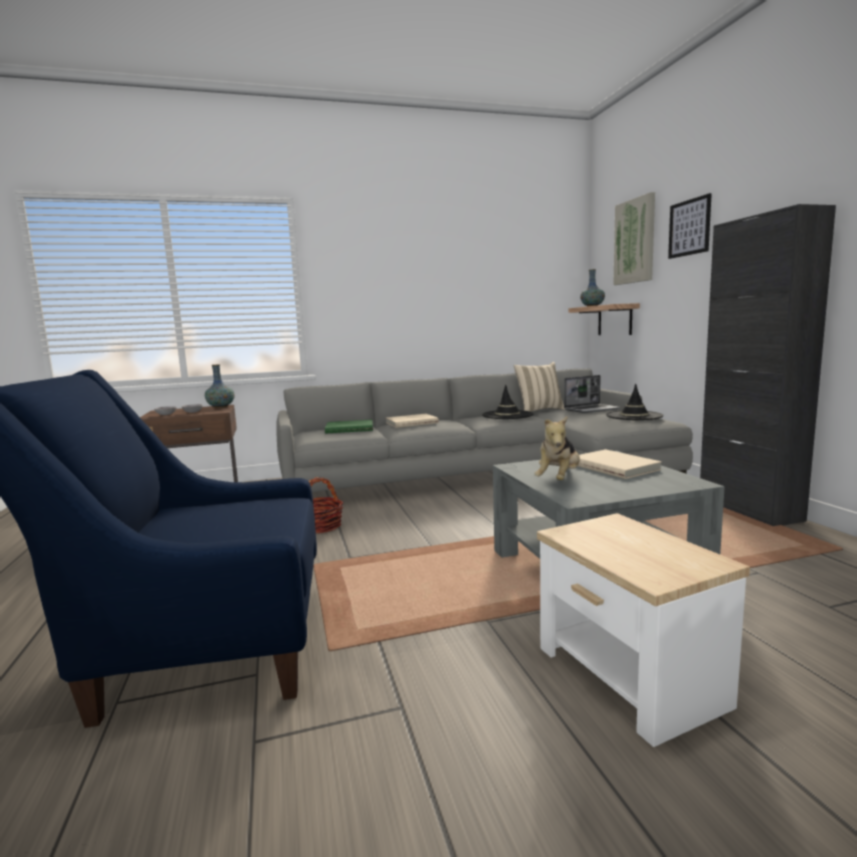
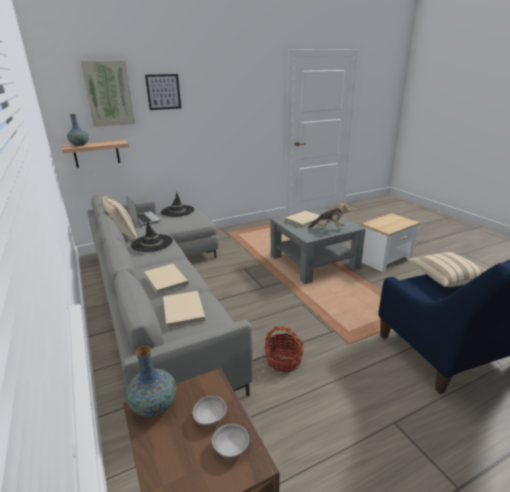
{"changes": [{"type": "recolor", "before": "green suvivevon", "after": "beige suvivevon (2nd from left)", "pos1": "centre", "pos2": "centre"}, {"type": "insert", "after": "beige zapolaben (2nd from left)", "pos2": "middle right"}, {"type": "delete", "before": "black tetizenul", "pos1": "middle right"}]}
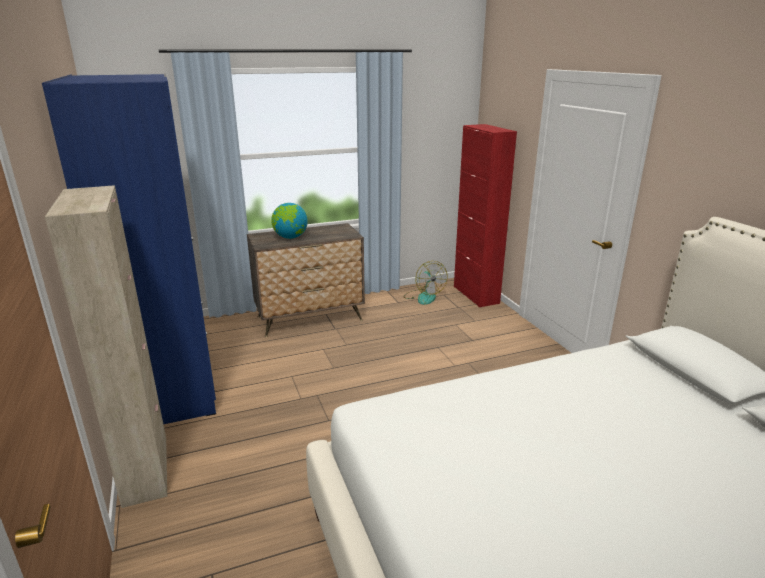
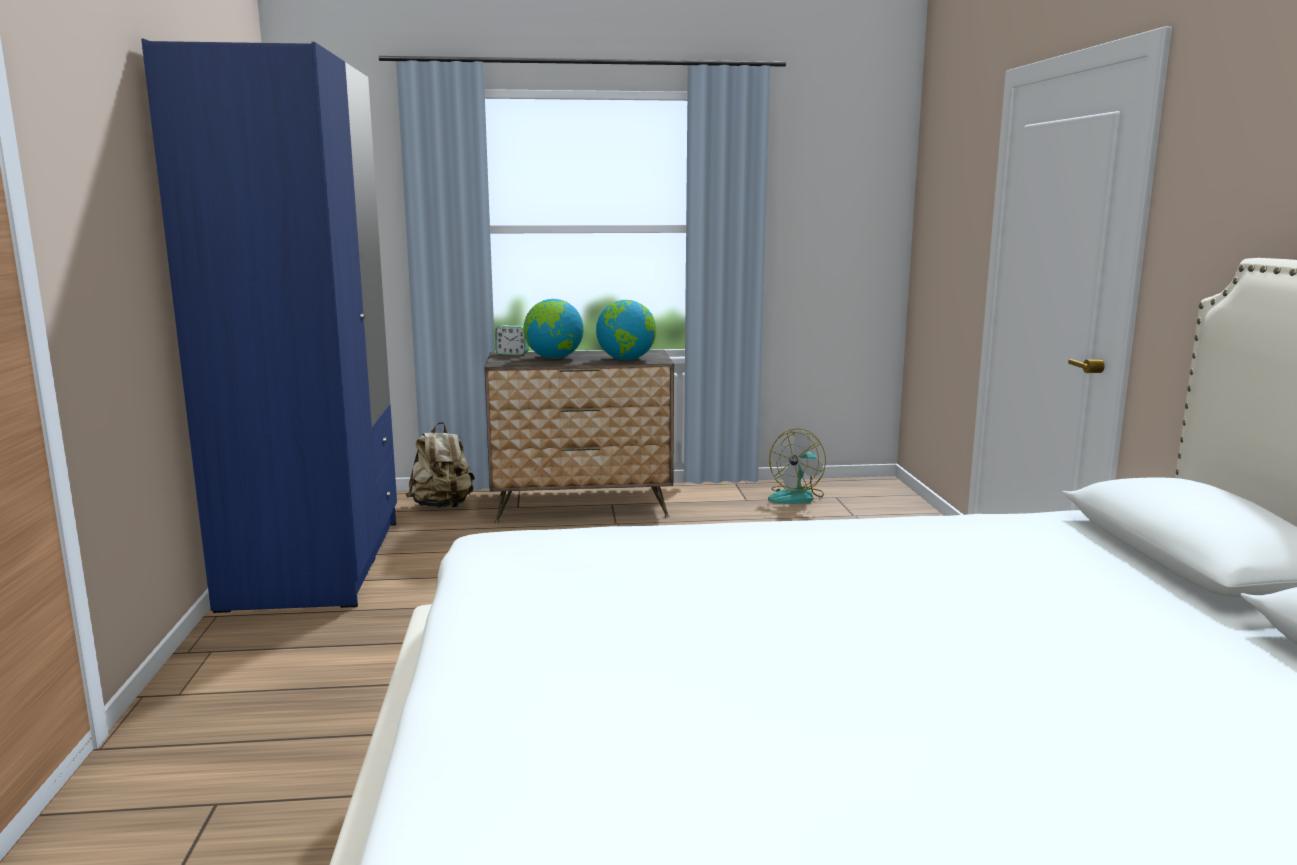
{"changes": [{"type": "insert", "after": "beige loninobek", "pos2": "centre"}, {"type": "insert", "after": "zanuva", "pos2": "centre"}, {"type": "insert", "after": "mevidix (2nd from left)", "pos2": "centre"}, {"type": "rotate", "before": "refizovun", "pos1": "centre", "pos2": "centre", "turn": 45}, {"type": "delete", "before": "beige tetizenul", "pos1": "middle left"}, {"type": "delete", "before": "red tetizenul", "pos1": "centre"}]}
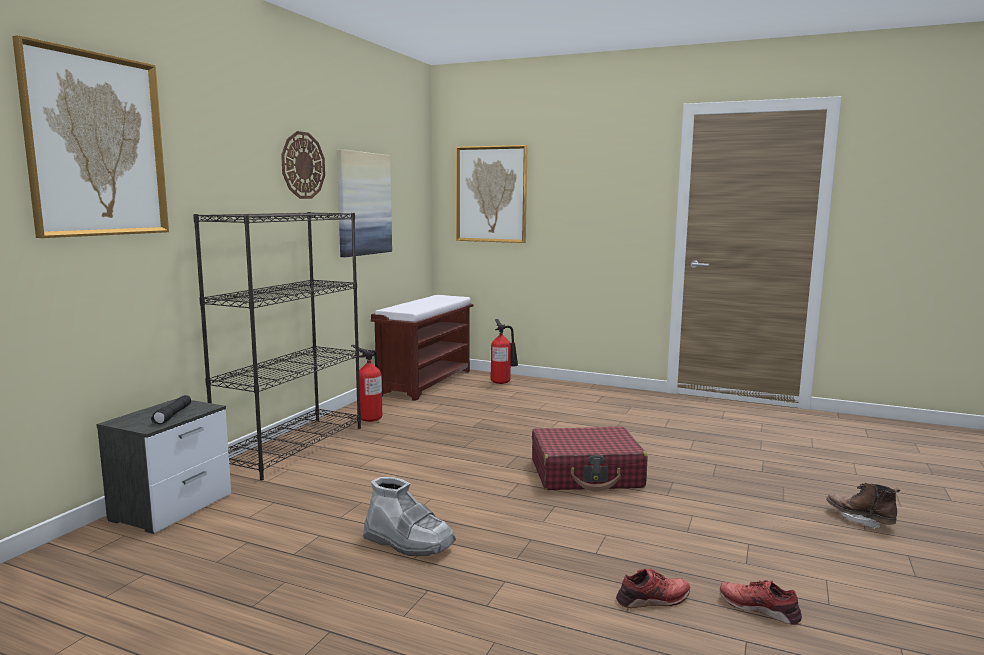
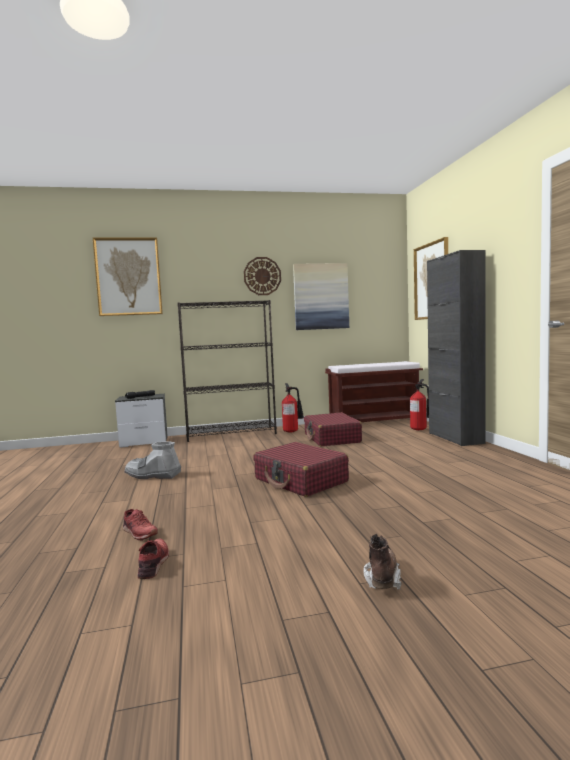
{"changes": [{"type": "rotate", "before": "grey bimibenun", "pos1": "bottom centre", "pos2": "middle left", "turn": 105}, {"type": "insert", "after": "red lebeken (2nd from left)", "pos2": "centre"}, {"type": "insert", "after": "black tetizenul", "pos2": "middle right"}]}
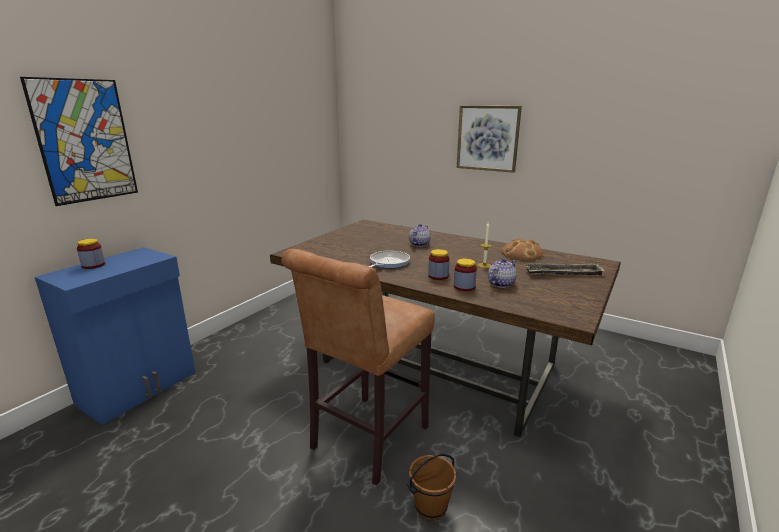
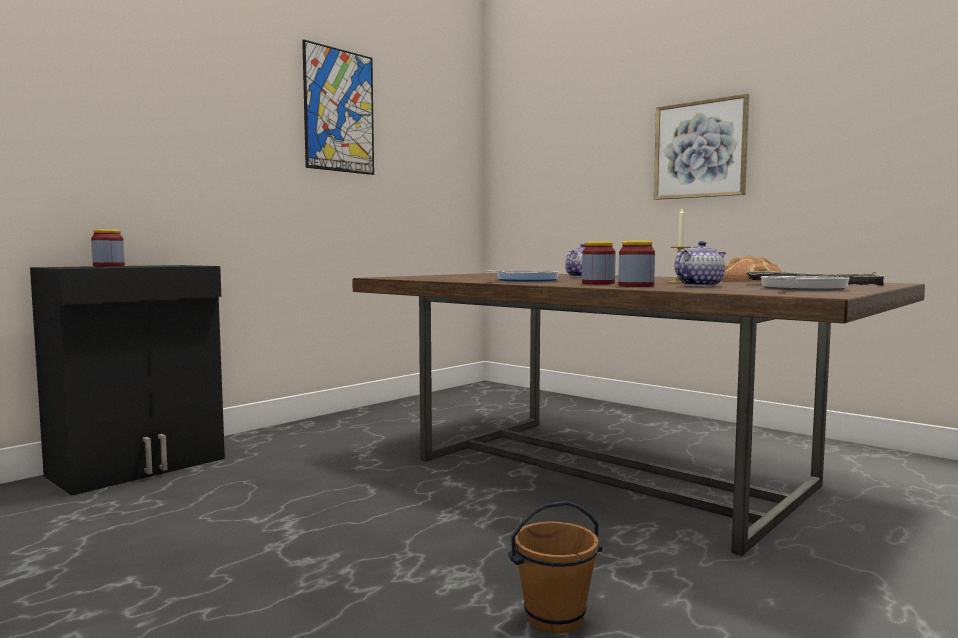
{"changes": [{"type": "recolor", "before": "blue tetizenul", "after": "black tetizenul", "pos1": "middle left", "pos2": "middle left"}, {"type": "move", "before": "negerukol (1st from left)", "pos1": "top left", "pos2": "top centre"}, {"type": "insert", "after": "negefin (2nd from left)", "pos2": "middle right"}, {"type": "delete", "before": "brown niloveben", "pos1": "bottom centre"}]}
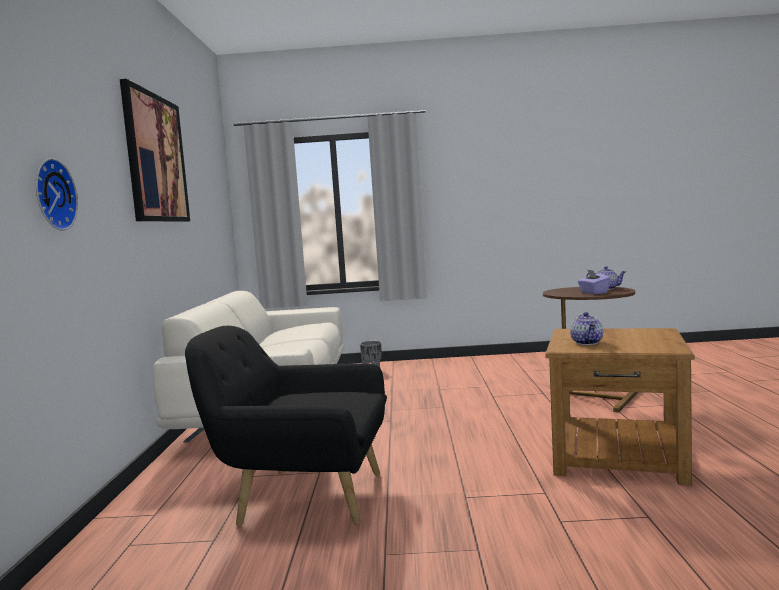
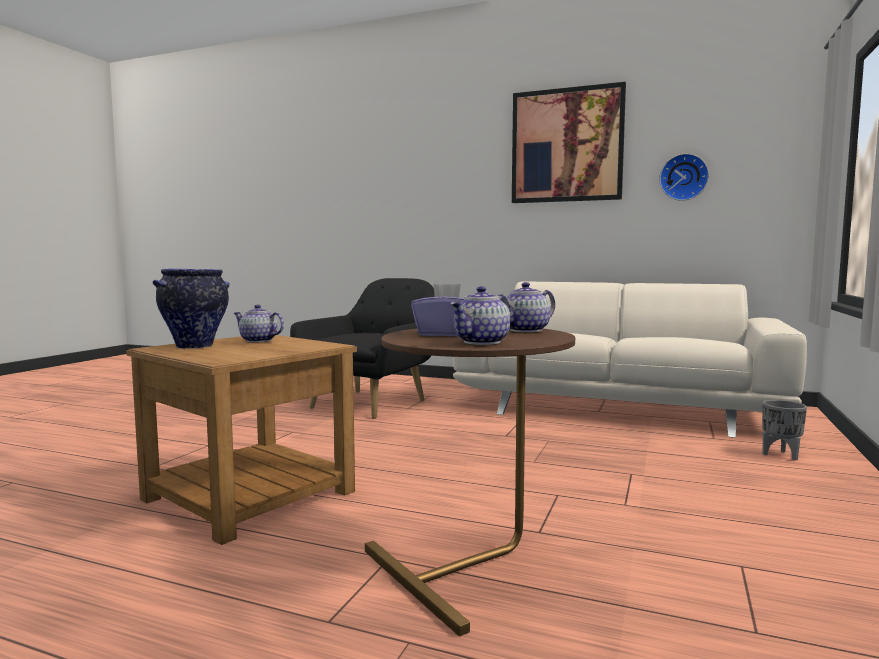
{"changes": [{"type": "insert", "after": "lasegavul", "pos2": "middle left"}, {"type": "insert", "after": "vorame (3rd from left)", "pos2": "centre"}, {"type": "move", "before": "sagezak", "pos1": "top left", "pos2": "top right"}]}
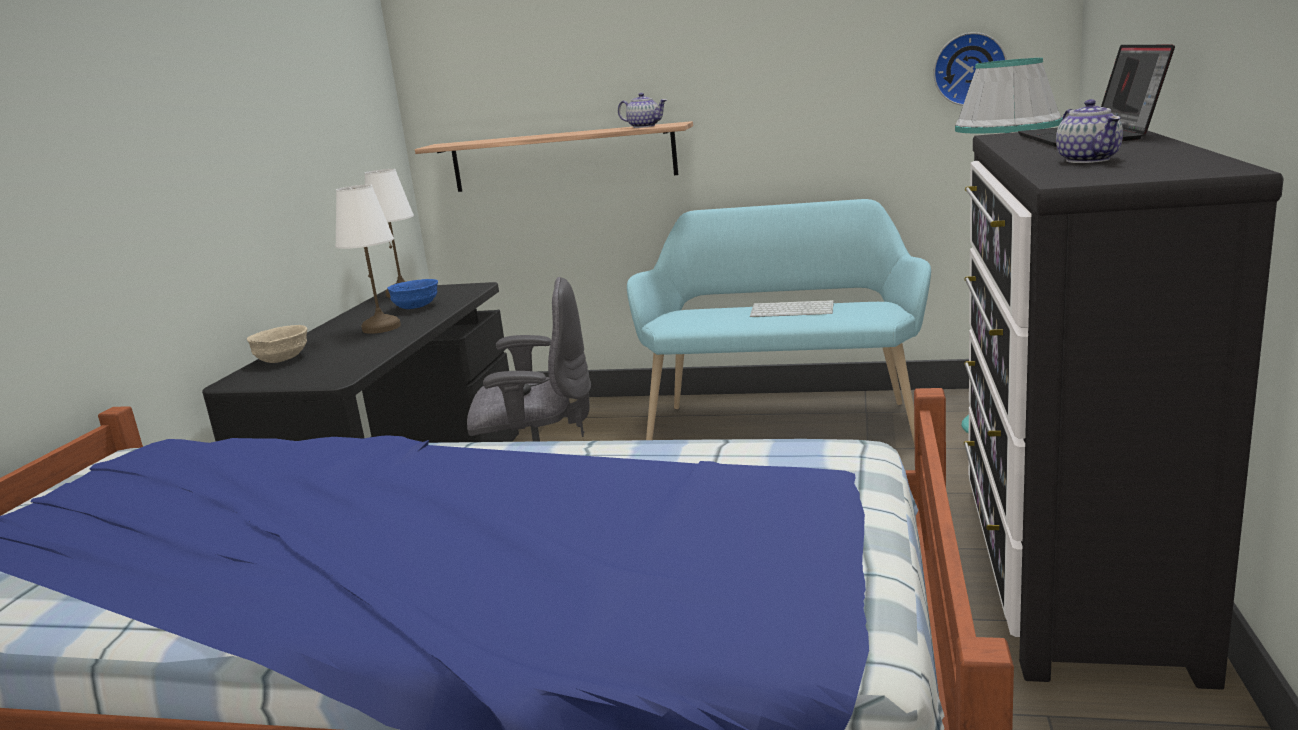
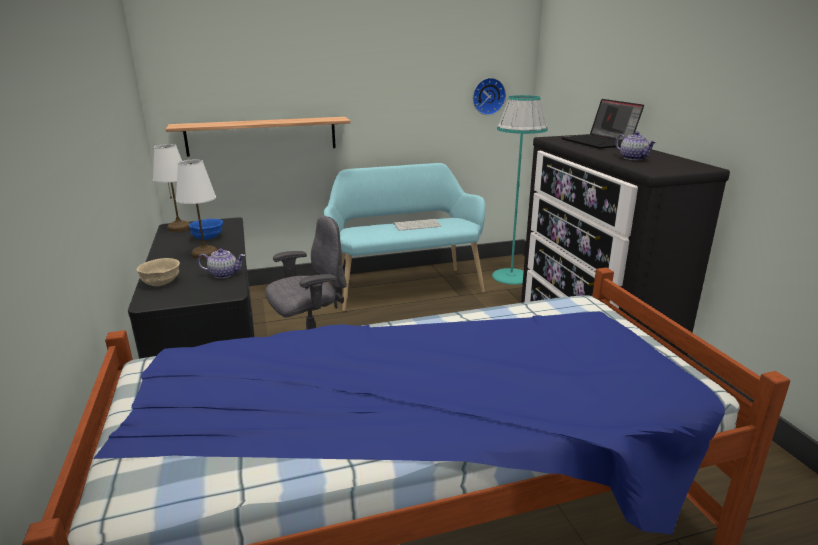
{"changes": [{"type": "move", "before": "vorame (1st from left)", "pos1": "top centre", "pos2": "middle left"}]}
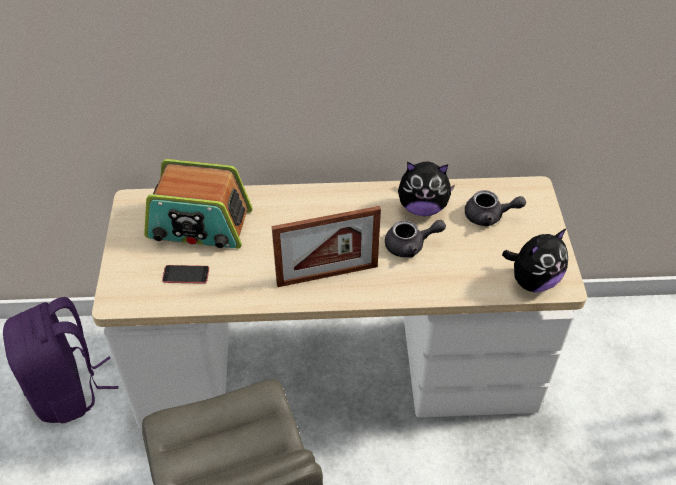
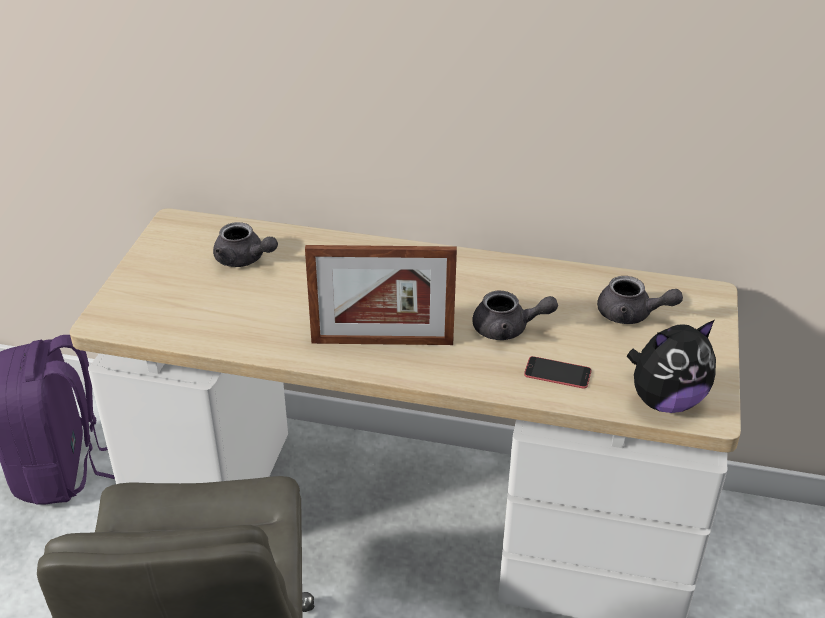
{"changes": [{"type": "replace", "before": "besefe", "after": "grey vorame (1st from left)", "pos1": "middle left", "pos2": "middle left"}, {"type": "move", "before": "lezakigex", "pos1": "middle left", "pos2": "middle right"}, {"type": "delete", "before": "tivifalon (1st from left)", "pos1": "centre"}]}
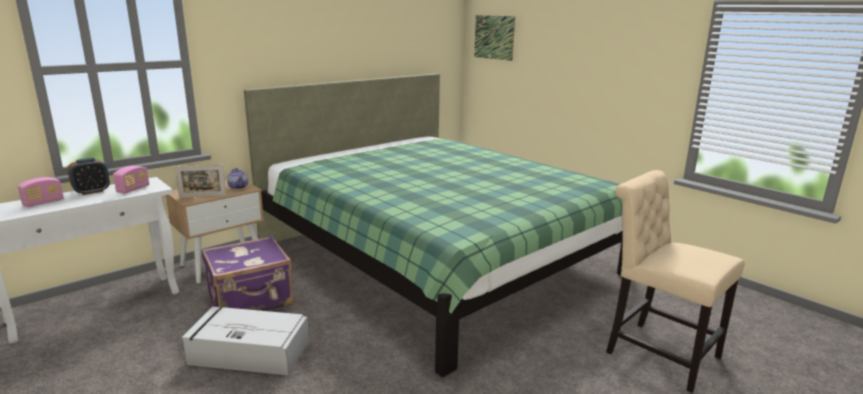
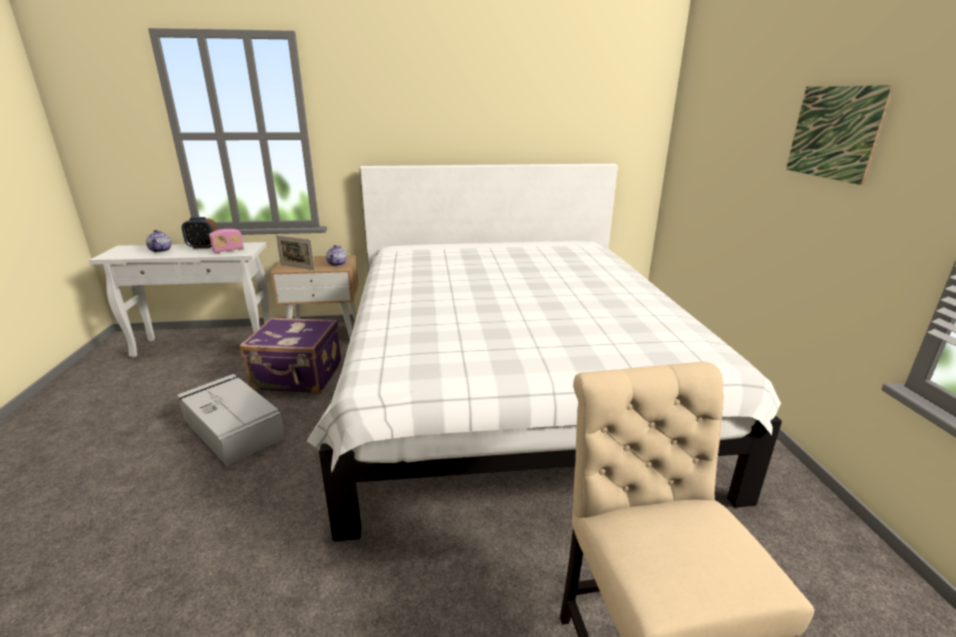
{"changes": [{"type": "replace", "before": "besefe (1st from left)", "after": "vorame (1st from left)", "pos1": "middle left", "pos2": "middle left"}, {"type": "recolor", "before": "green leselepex", "after": "white leselepex", "pos1": "centre", "pos2": "centre"}, {"type": "move", "before": "negerukol", "pos1": "top centre", "pos2": "top right"}]}
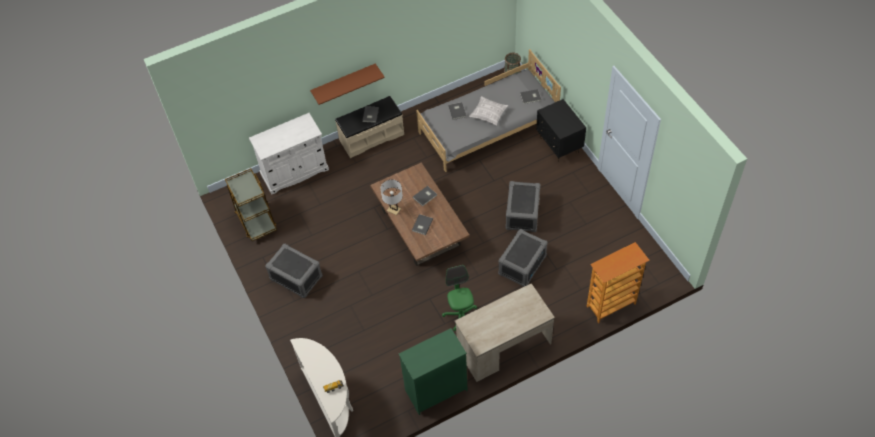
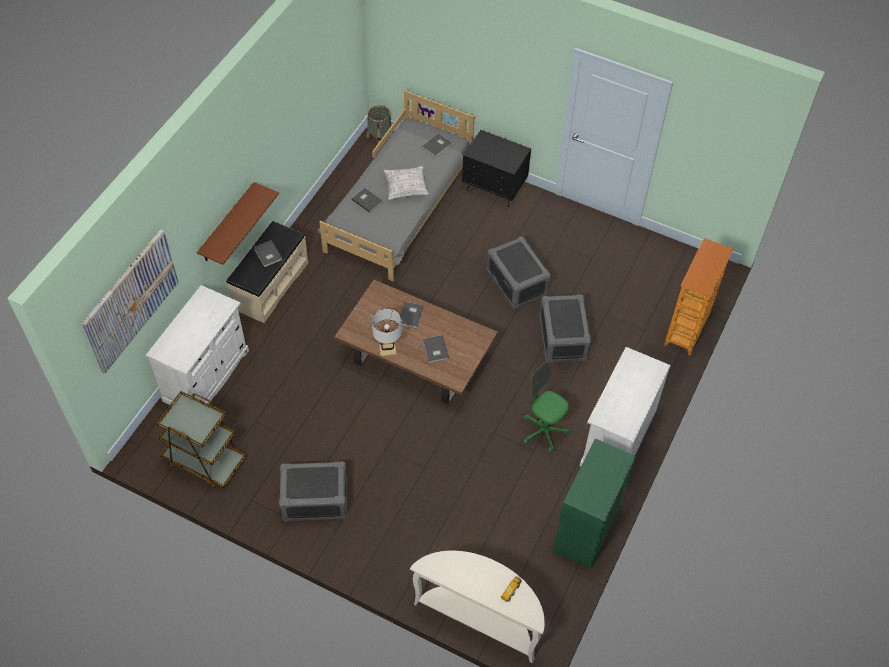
{"changes": [{"type": "insert", "after": "negerukol", "pos2": "middle left"}, {"type": "replace", "before": "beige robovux", "after": "white tetizenul (2nd from left)", "pos1": "bottom centre", "pos2": "middle right"}]}
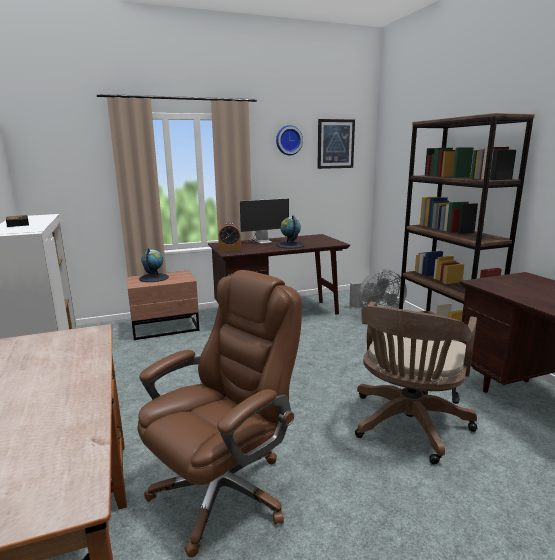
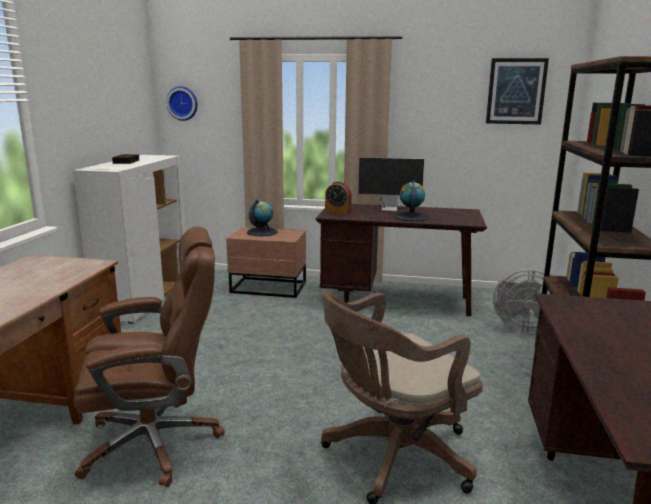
{"changes": [{"type": "move", "before": "sagezak", "pos1": "top centre", "pos2": "top left"}]}
